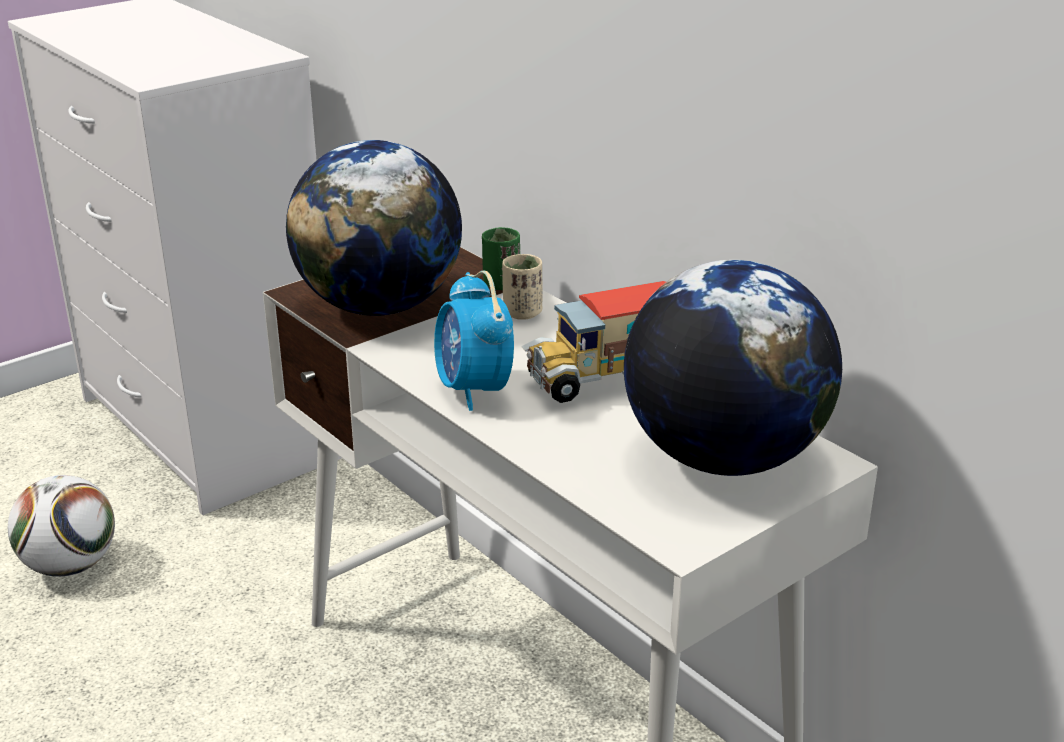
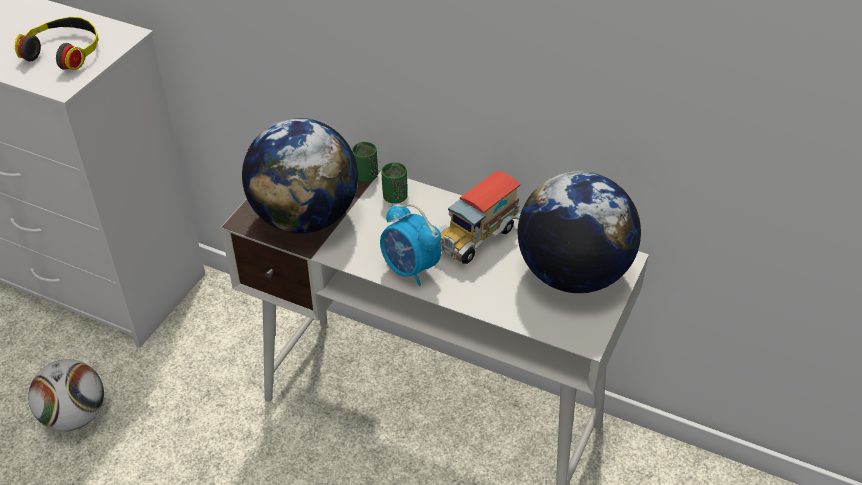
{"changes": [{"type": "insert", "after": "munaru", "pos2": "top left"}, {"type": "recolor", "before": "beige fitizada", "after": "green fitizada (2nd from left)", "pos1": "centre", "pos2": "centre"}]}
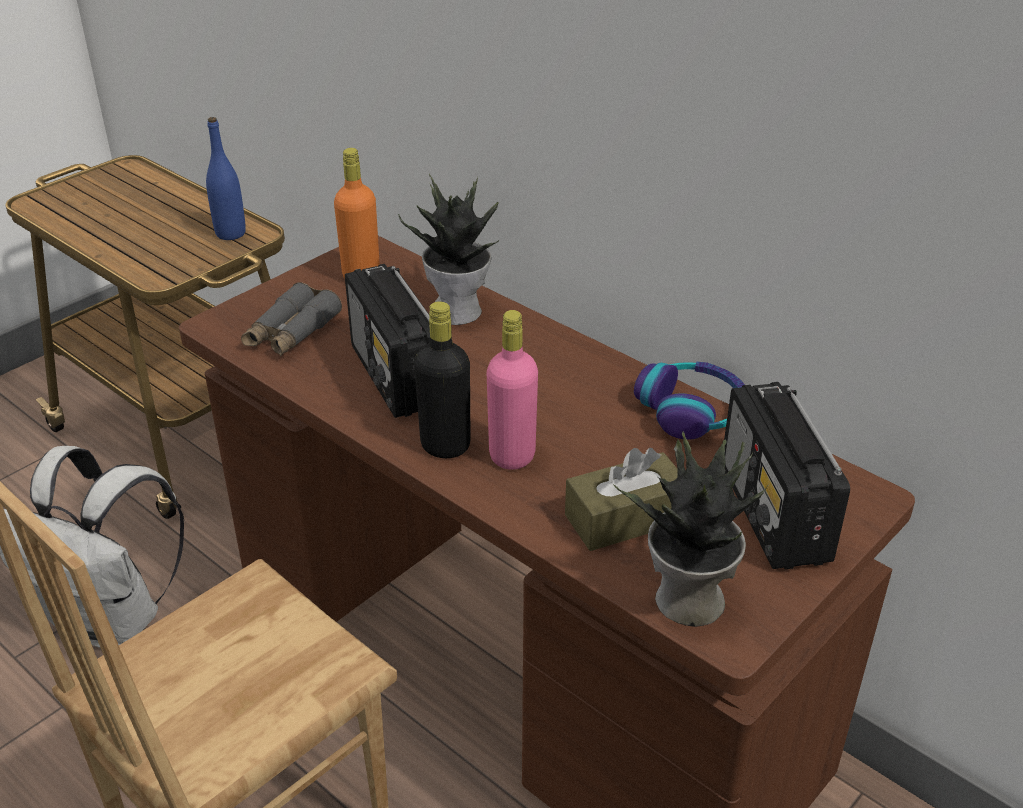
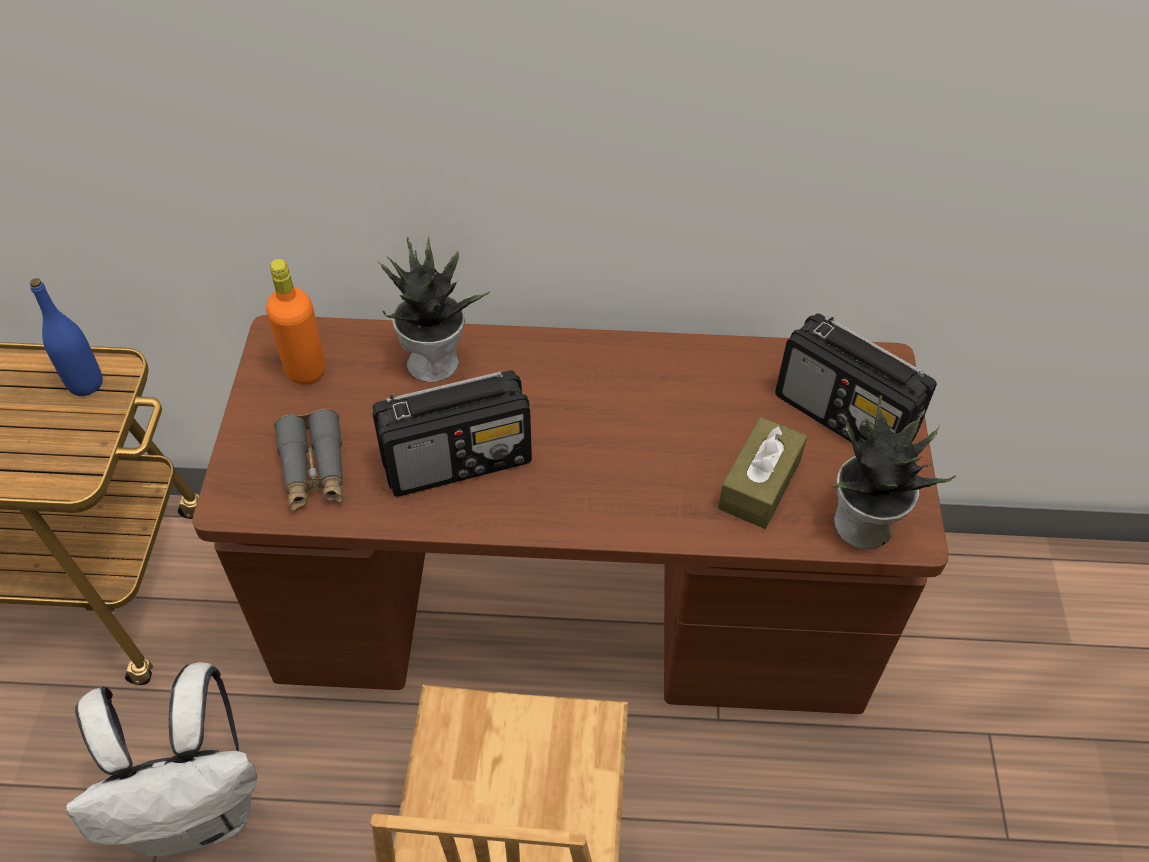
{"changes": [{"type": "rotate", "before": "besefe (1st from left)", "pos1": "centre", "pos2": "centre", "turn": -45}, {"type": "delete", "before": "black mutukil", "pos1": "centre"}, {"type": "delete", "before": "pink mutukil", "pos1": "centre"}, {"type": "delete", "before": "munaru", "pos1": "middle right"}]}
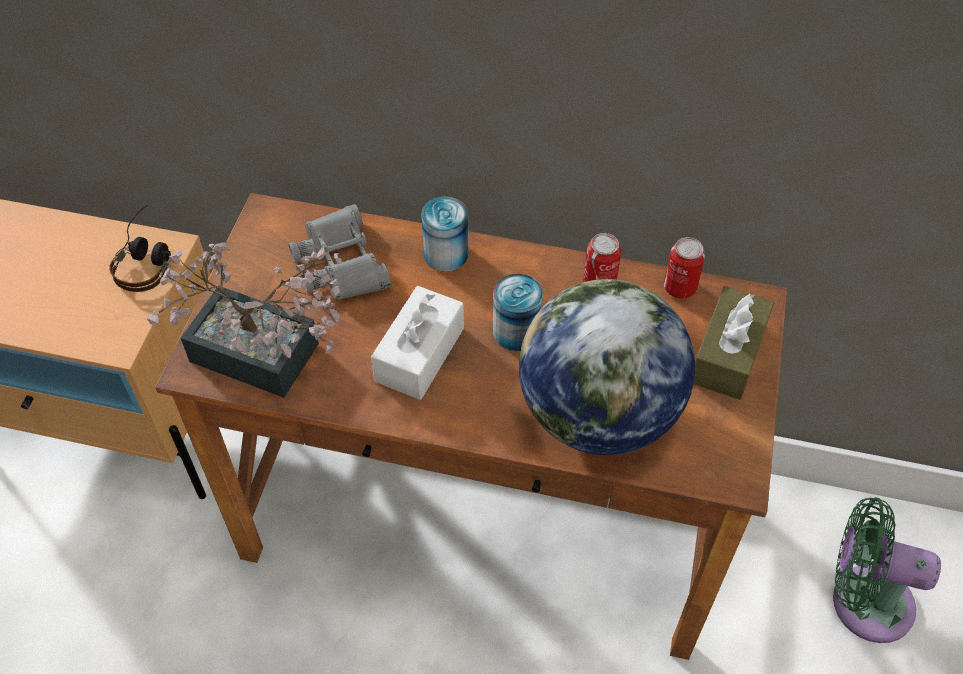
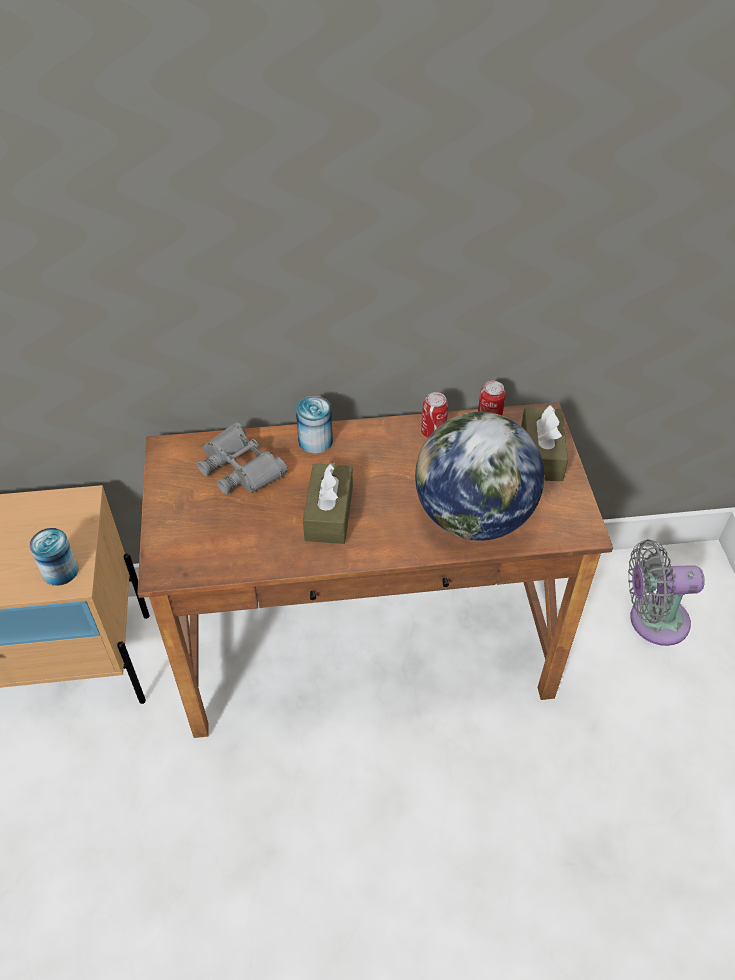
{"changes": [{"type": "move", "before": "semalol (2nd from left in the first image)", "after": "semalol (1st from left)", "pos1": "centre", "pos2": "middle left"}, {"type": "recolor", "before": "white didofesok", "after": "brown didofesok (1st from left)", "pos1": "centre", "pos2": "centre"}, {"type": "recolor", "before": "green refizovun", "after": "grey refizovun", "pos1": "bottom right", "pos2": "middle right"}, {"type": "delete", "before": "munaru", "pos1": "middle left"}, {"type": "delete", "before": "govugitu", "pos1": "middle left"}]}
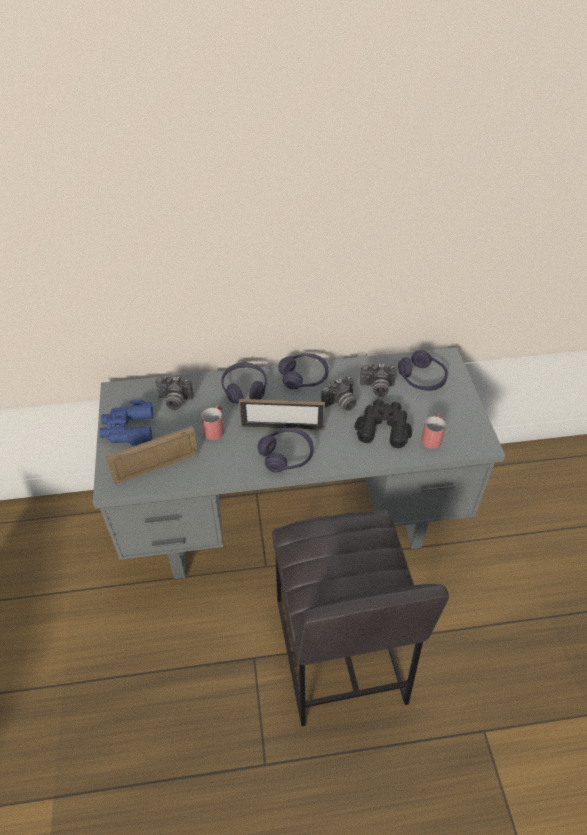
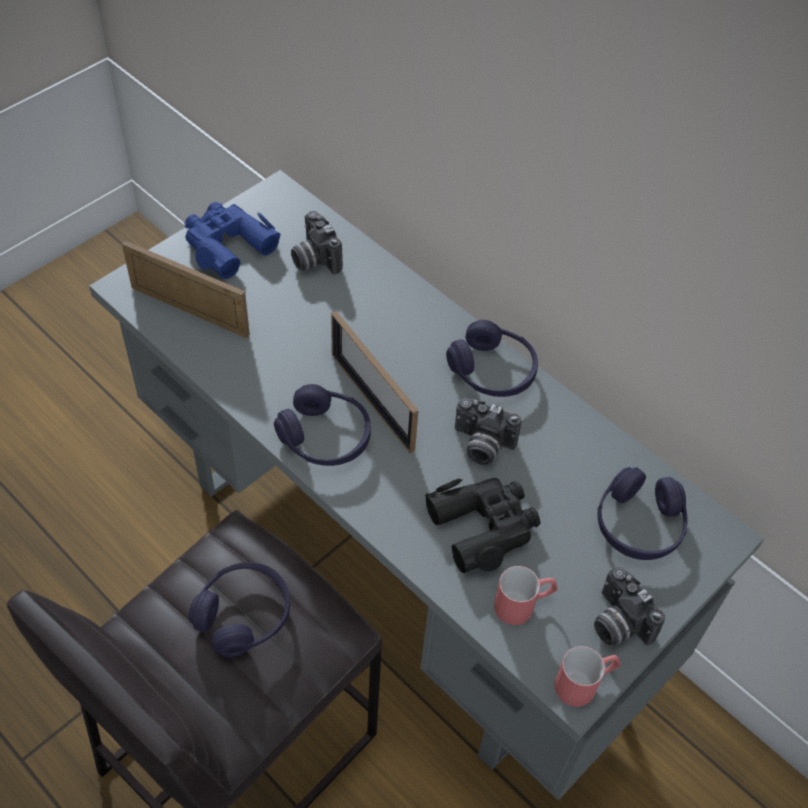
{"changes": [{"type": "move", "before": "purple munaru (1st from left)", "pos1": "centre", "pos2": "bottom left"}, {"type": "move", "before": "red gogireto (1st from left in the first image)", "after": "red gogireto (2nd from left)", "pos1": "centre", "pos2": "bottom right"}, {"type": "move", "before": "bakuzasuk (3rd from left)", "pos1": "centre", "pos2": "bottom right"}]}
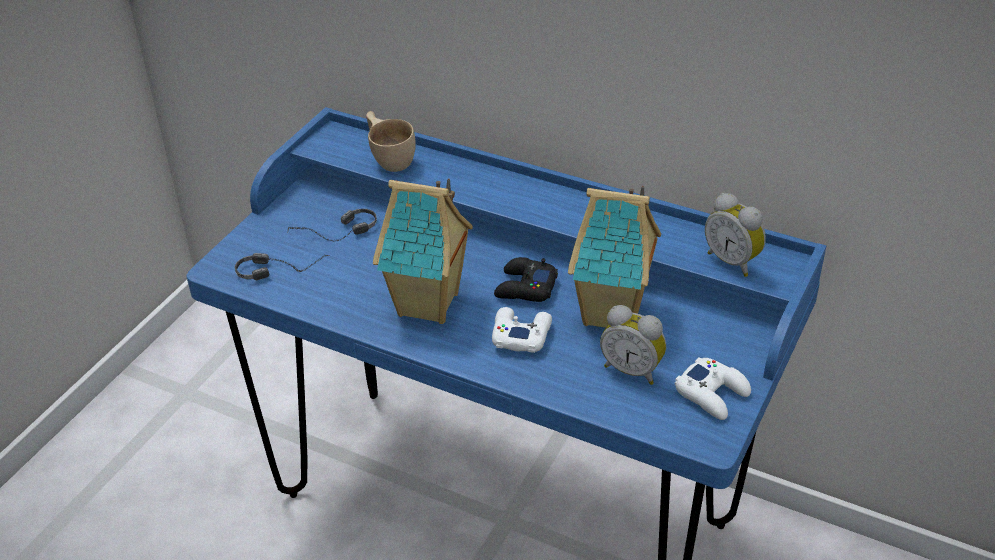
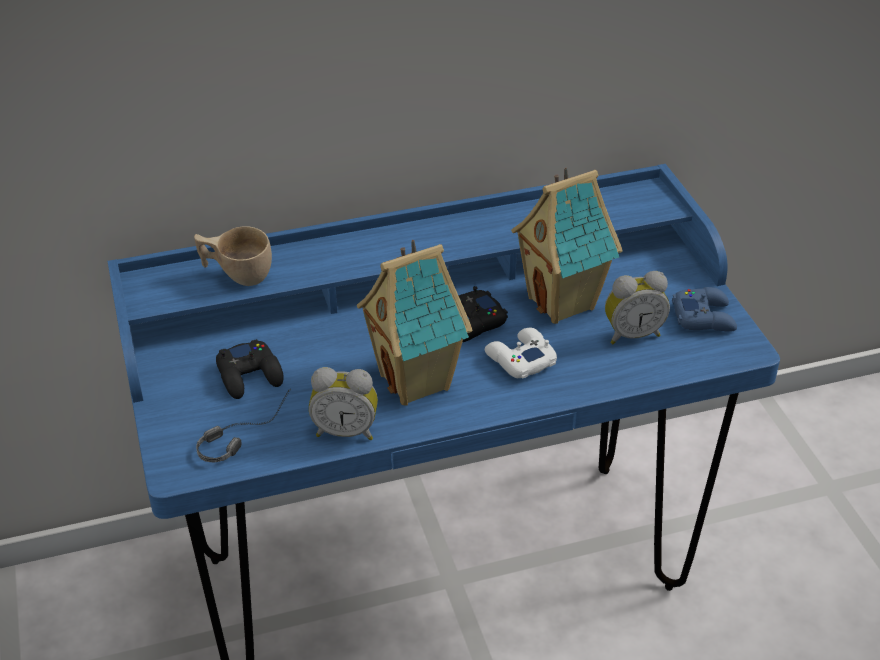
{"changes": [{"type": "replace", "before": "munaru (2nd from left)", "after": "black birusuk (1st from left)", "pos1": "centre", "pos2": "middle left"}, {"type": "move", "before": "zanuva (2nd from left in the first image)", "after": "zanuva (1st from left)", "pos1": "middle right", "pos2": "centre"}, {"type": "recolor", "before": "white birusuk (2nd from left)", "after": "blue birusuk", "pos1": "bottom right", "pos2": "middle right"}]}
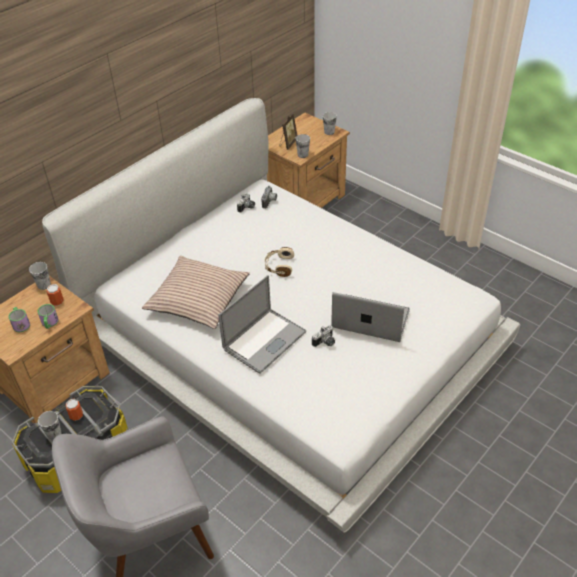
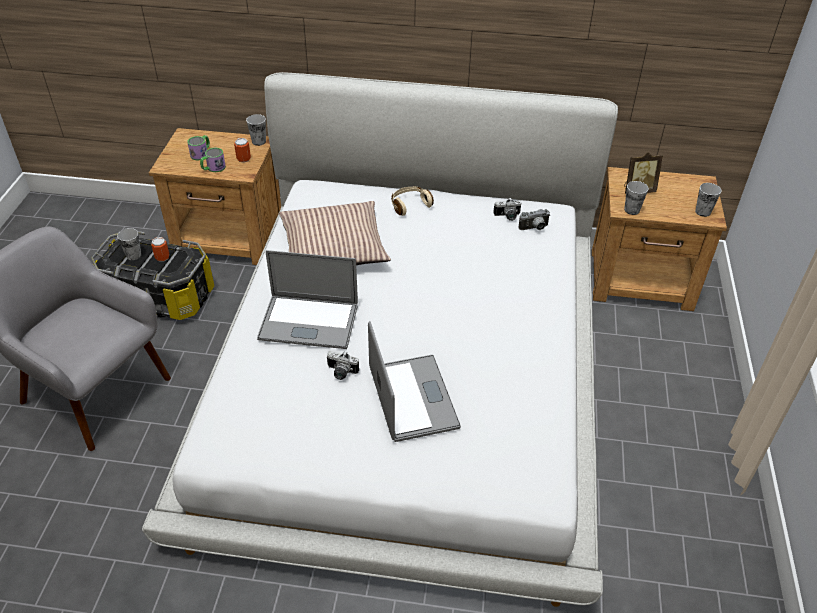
{"changes": [{"type": "move", "before": "beige munaru", "pos1": "centre", "pos2": "top centre"}]}
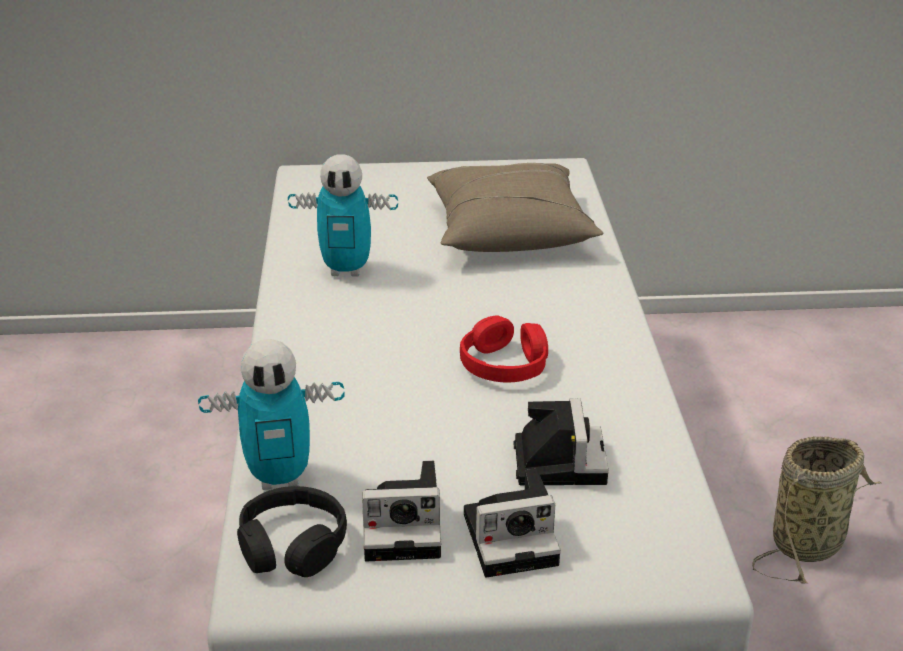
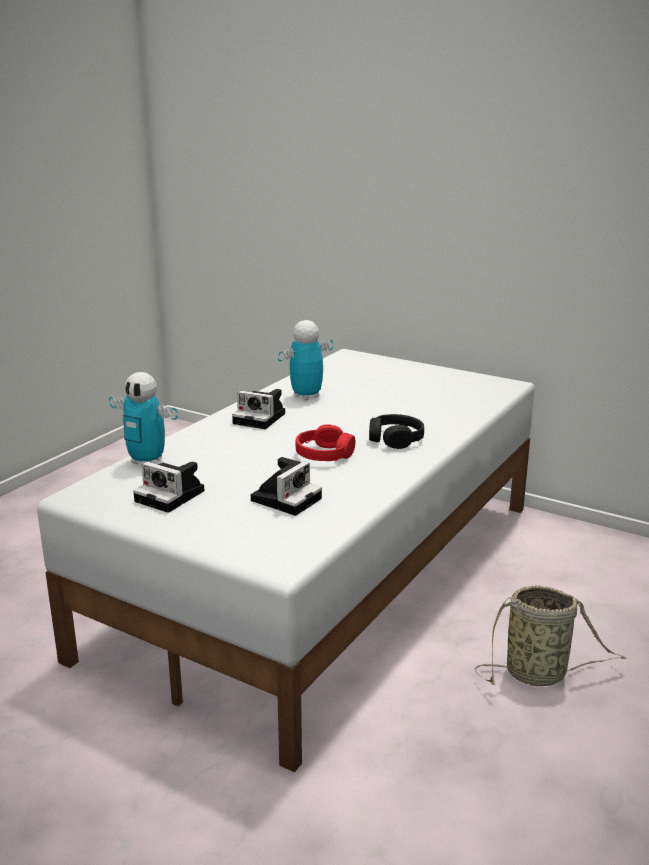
{"changes": [{"type": "move", "before": "bakuzasuk (2nd from left)", "pos1": "bottom centre", "pos2": "centre"}, {"type": "rotate", "before": "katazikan (2nd from left)", "pos1": "top centre", "pos2": "centre", "turn": 105}, {"type": "move", "before": "black munaru", "pos1": "bottom left", "pos2": "centre"}, {"type": "delete", "before": "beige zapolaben", "pos1": "top centre"}]}
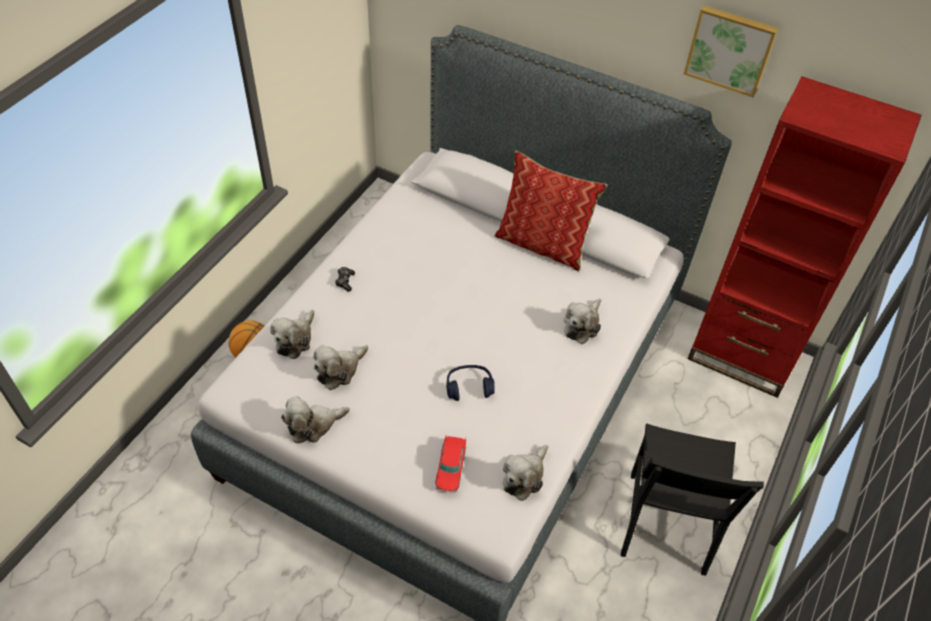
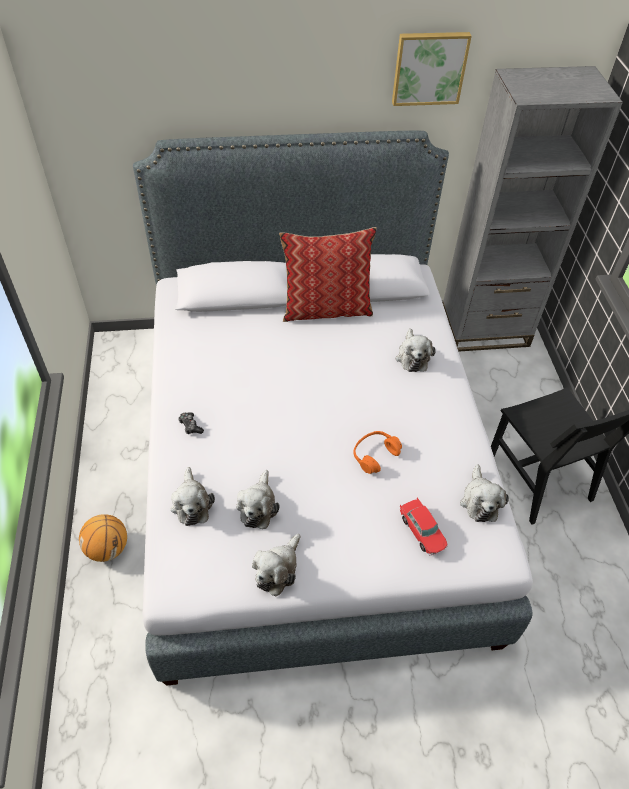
{"changes": [{"type": "recolor", "before": "blue munaru", "after": "orange munaru", "pos1": "centre", "pos2": "centre"}, {"type": "recolor", "before": "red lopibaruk", "after": "grey lopibaruk", "pos1": "middle right", "pos2": "top right"}]}
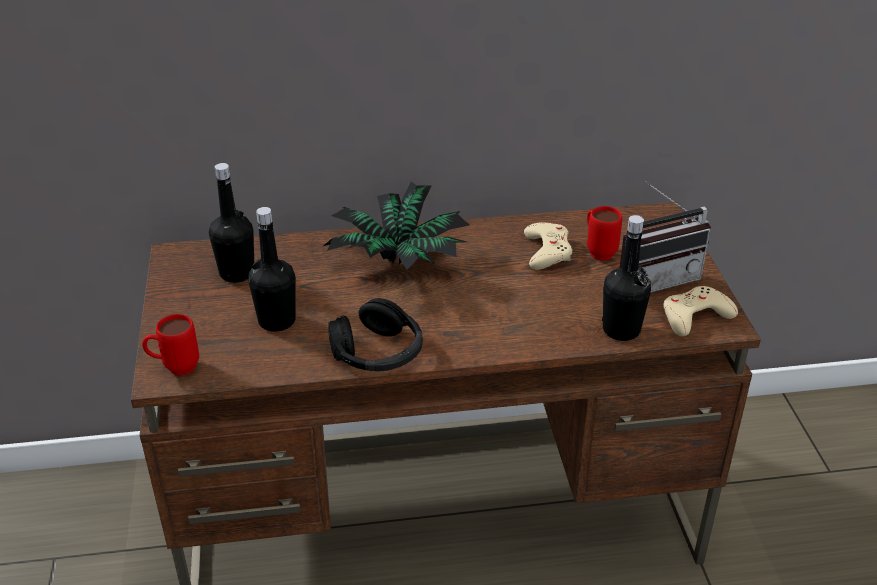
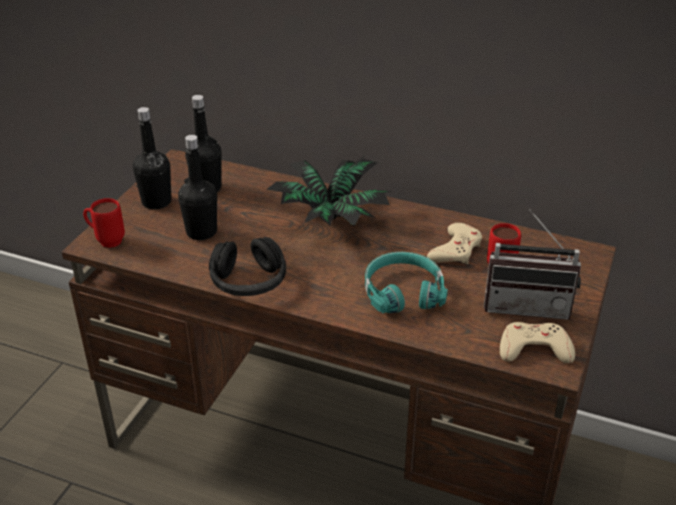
{"changes": [{"type": "move", "before": "black mutukil (3rd from left in the first image)", "after": "black mutukil (1st from left)", "pos1": "middle right", "pos2": "top left"}, {"type": "insert", "after": "turquoise munaru", "pos2": "centre"}]}
